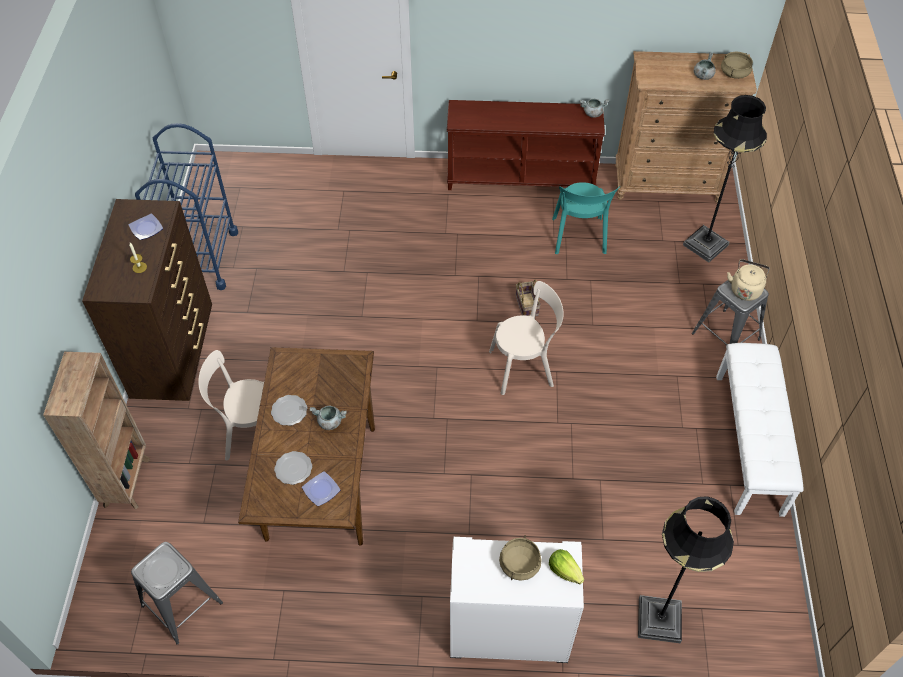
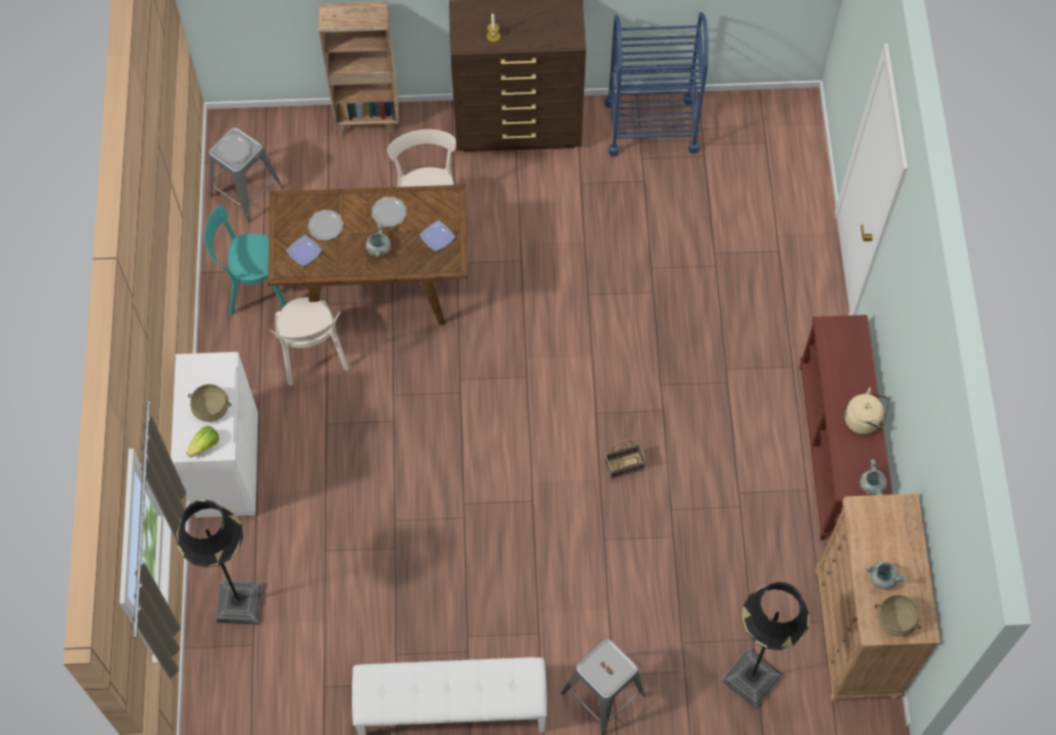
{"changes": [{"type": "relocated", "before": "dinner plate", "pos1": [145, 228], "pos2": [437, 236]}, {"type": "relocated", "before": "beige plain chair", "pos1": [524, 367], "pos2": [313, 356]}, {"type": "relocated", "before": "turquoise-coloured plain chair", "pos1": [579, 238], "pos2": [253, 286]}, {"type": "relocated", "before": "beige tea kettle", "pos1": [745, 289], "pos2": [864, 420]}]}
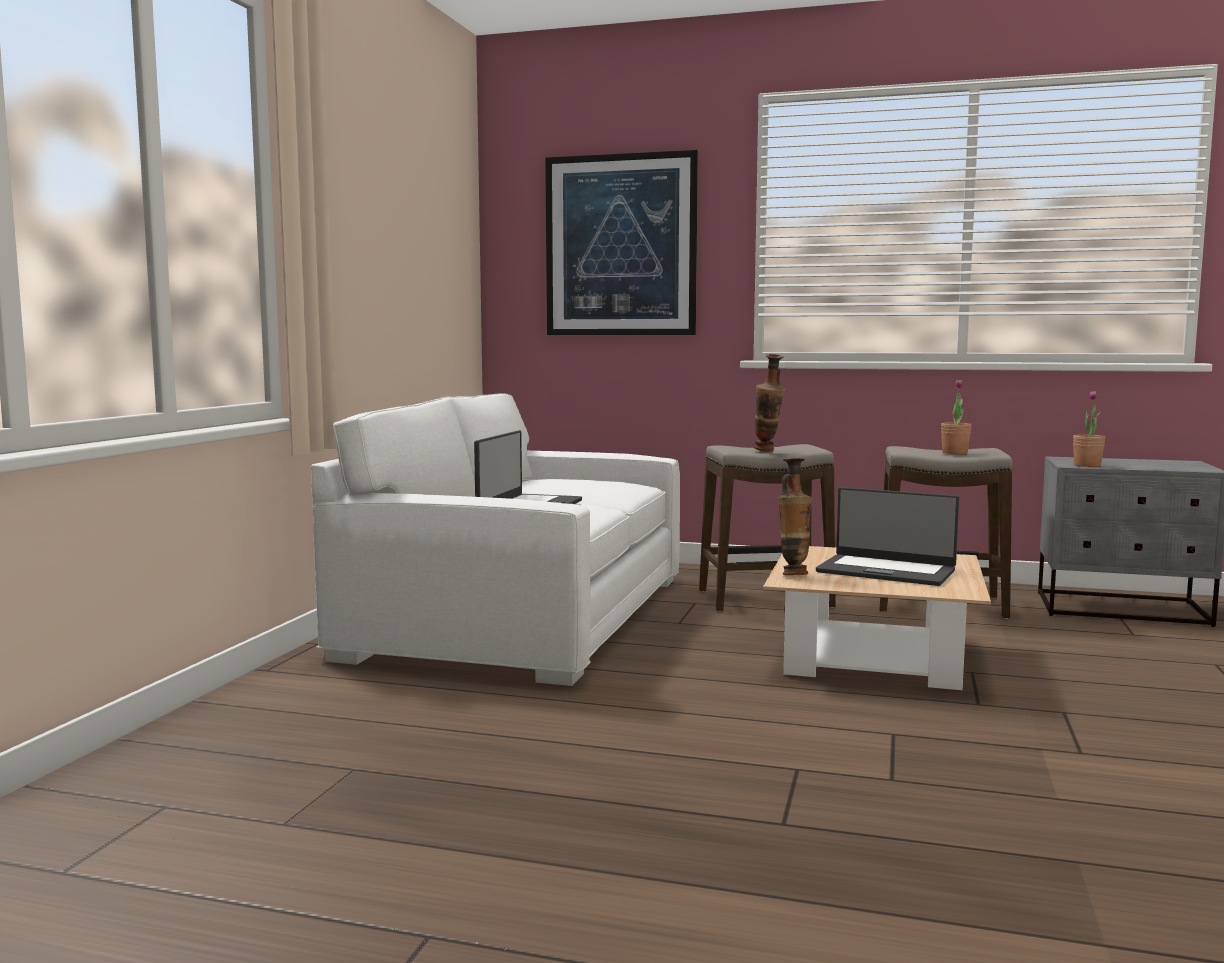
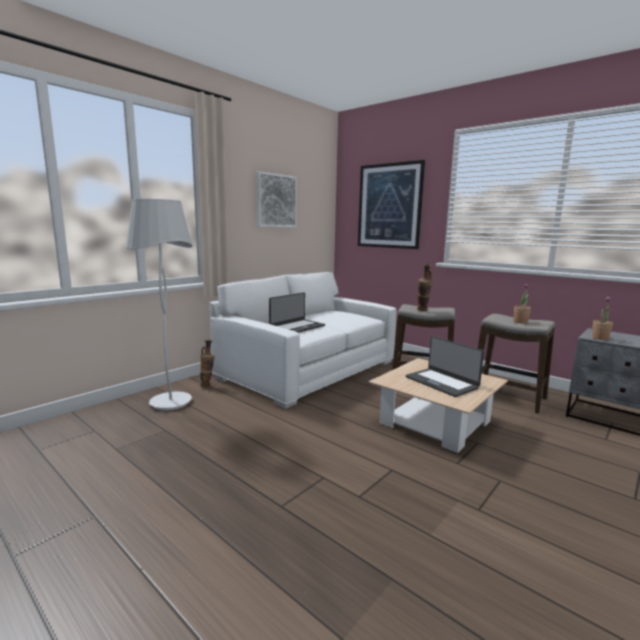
{"changes": [{"type": "relocated", "before": "vase", "pos1": [793, 574], "pos2": [207, 386]}, {"type": "appeared", "after": "white-coloured floor lamp", "pos2": [170, 402]}, {"type": "appeared", "after": "picture", "pos2": [276, 201]}]}
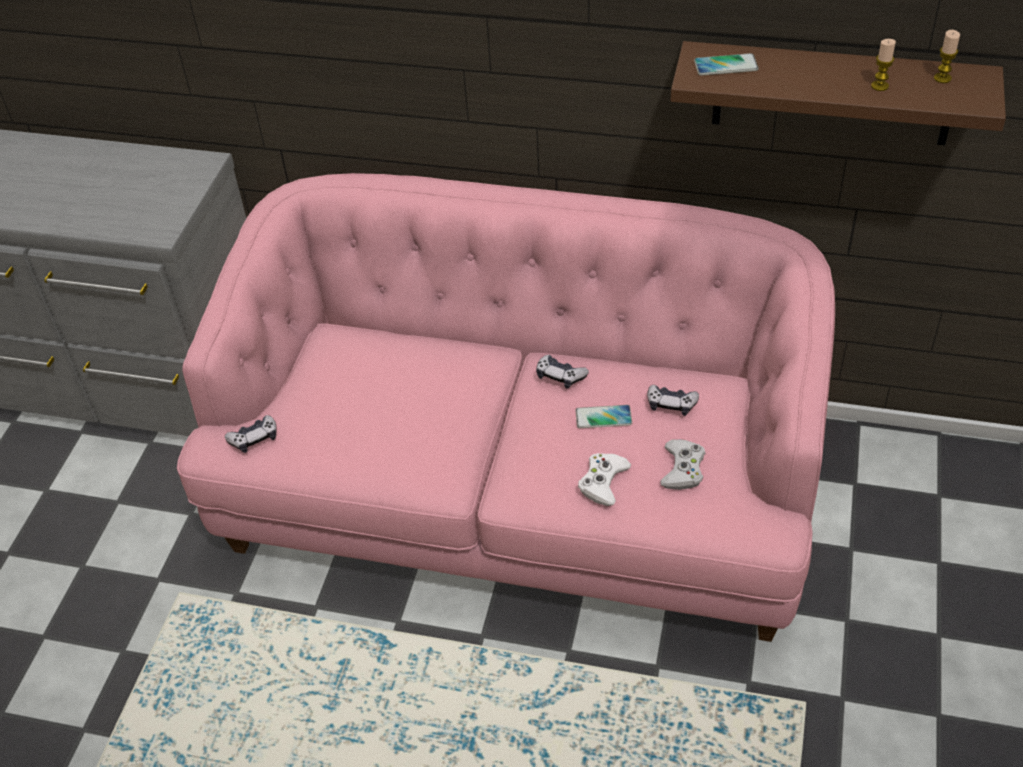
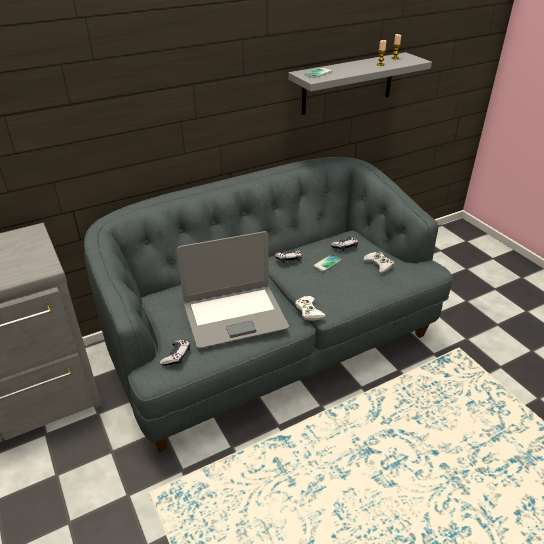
{"changes": [{"type": "colour", "before": "pinkish sofa", "after": "grey sofa", "pos1": [520, 497], "pos2": [272, 344]}, {"type": "relocated", "before": "white-coloured game controller", "pos1": [603, 482], "pos2": [309, 311]}, {"type": "colour", "before": "brownish bracket shelf", "after": "grey bracket shelf", "pos1": [832, 93], "pos2": [348, 83]}, {"type": "appeared", "after": "notebook computer", "pos2": [234, 316]}]}
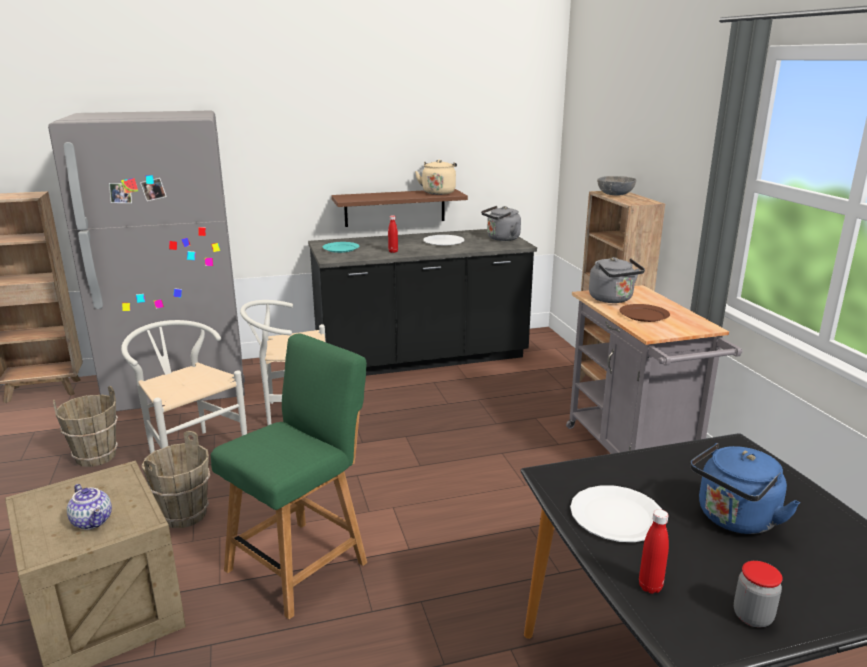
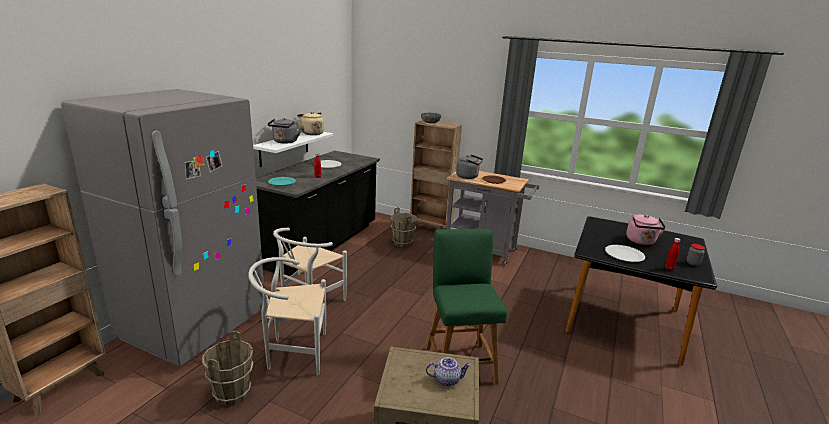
{"changes": [{"type": "relocated", "before": "brownish bucket", "pos1": [185, 515], "pos2": [402, 243]}, {"type": "colour", "before": "brownish bracket shelf", "after": "white-coloured bracket shelf", "pos1": [395, 207], "pos2": [284, 148]}, {"type": "relocated", "before": "grey tea kettle", "pos1": [501, 239], "pos2": [284, 142]}, {"type": "colour", "before": "blue tea kettle", "after": "pinkish tea kettle", "pos1": [734, 519], "pos2": [641, 241]}]}
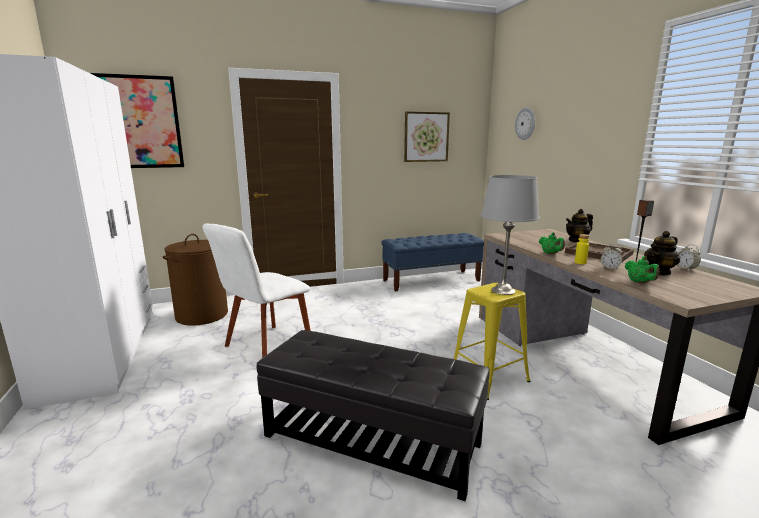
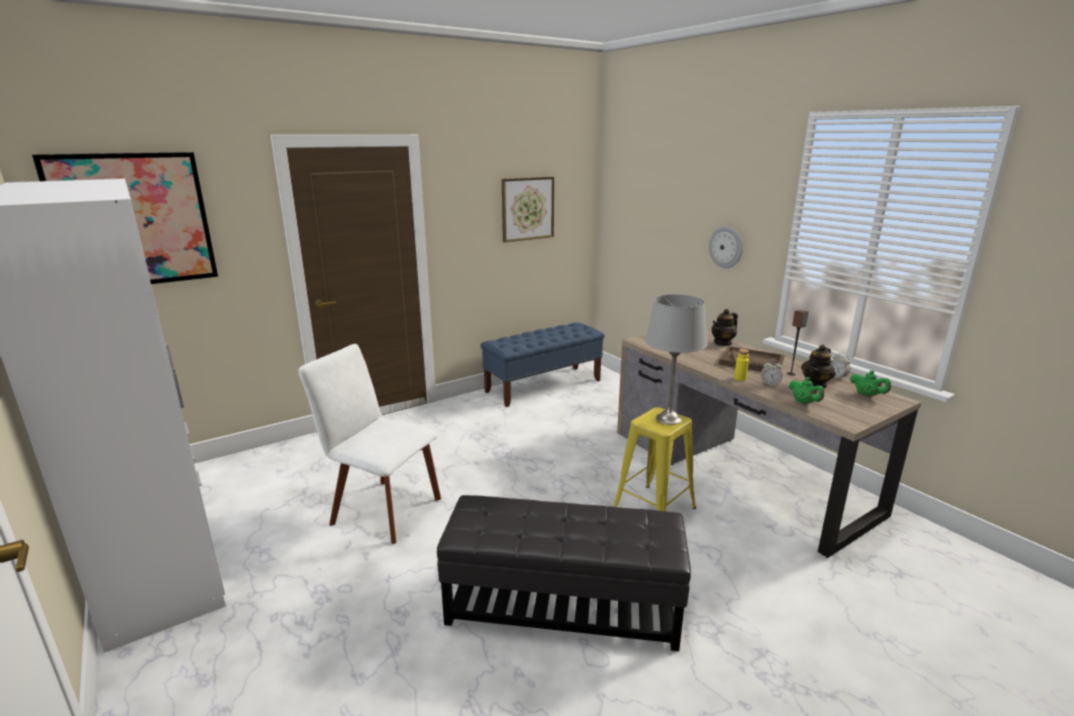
{"changes": [{"type": "missing", "before": "brownish laundry basket", "pos1": [202, 315]}, {"type": "spun", "before": "white-coloured plain chair", "pos1": [265, 346], "pos2": [382, 509], "turn": 90}, {"type": "relocated", "before": "clock on the wall", "pos1": [525, 124], "pos2": [726, 247]}, {"type": "relocated", "before": "green pot for tea", "pos1": [550, 253], "pos2": [867, 395]}]}
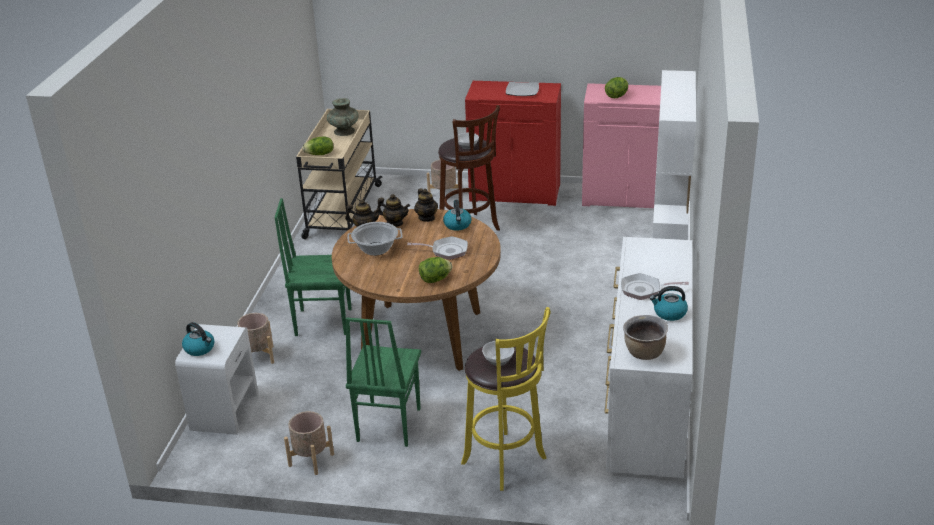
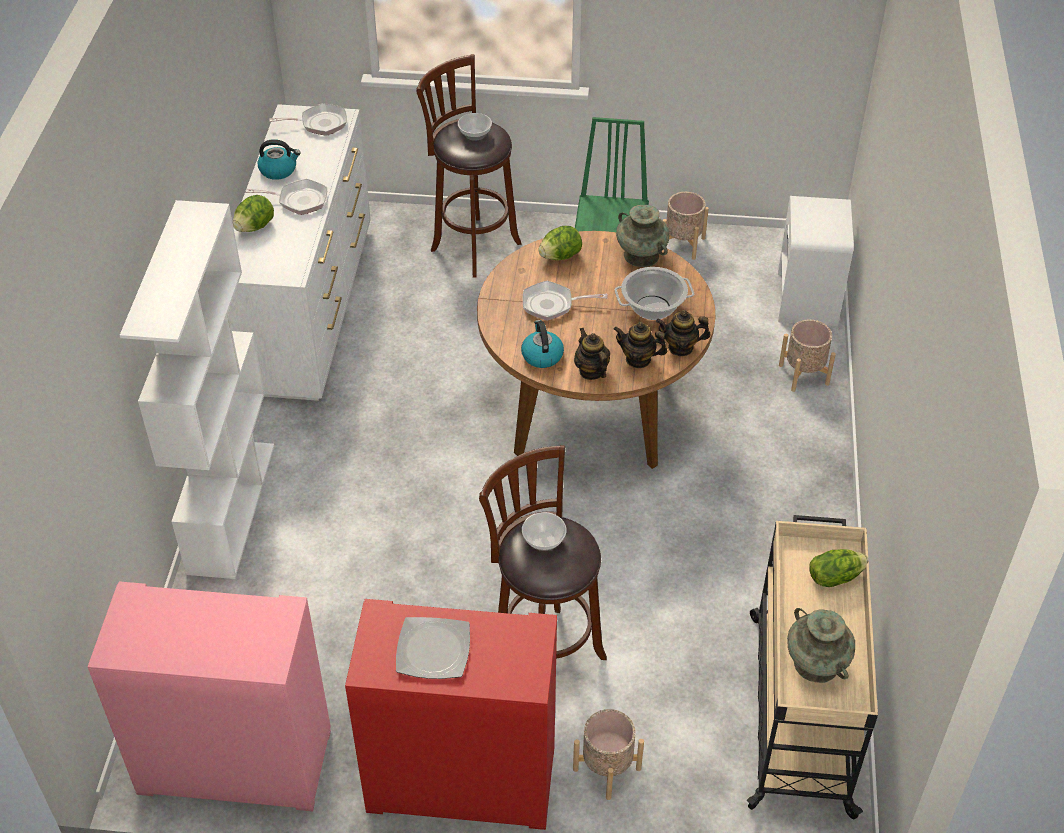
{"changes": [{"type": "missing", "before": "tea kettle", "pos1": [200, 348]}, {"type": "missing", "before": "green plain chair", "pos1": [323, 321]}, {"type": "colour", "before": "yellow sitting stool", "after": "brownish sitting stool", "pos1": [507, 462], "pos2": [472, 244]}, {"type": "relocated", "before": "head of lettuce", "pos1": [616, 96], "pos2": [255, 227]}, {"type": "exchanged", "before": "brownish cooking pot", "after": "pan", "pos1": [644, 353], "pos2": [320, 123]}, {"type": "appeared", "after": "turquoise-coloured vase", "pos2": [641, 255]}]}
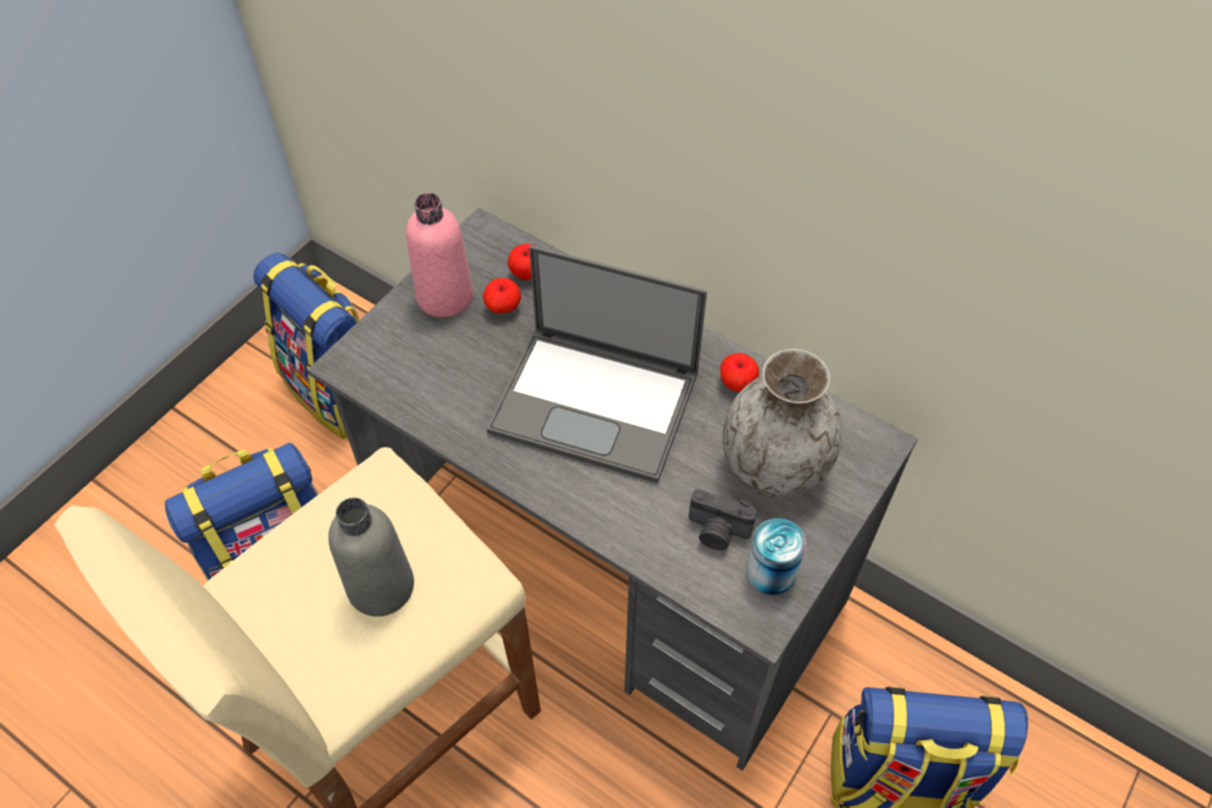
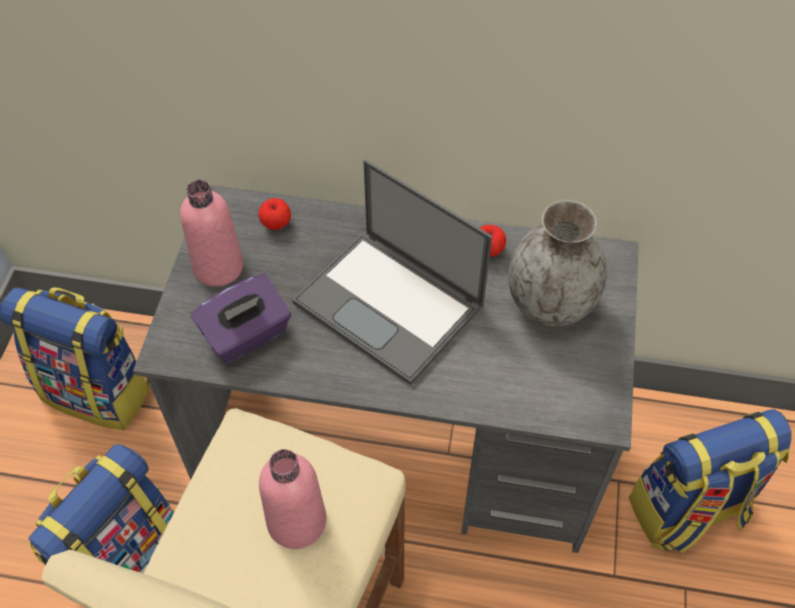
{"changes": [{"type": "colour", "before": "grey drink bottle", "after": "pinkish drink bottle", "pos1": [381, 587], "pos2": [296, 521]}, {"type": "missing", "before": "apple", "pos1": [503, 307]}, {"type": "spun", "before": "notebook computer", "pos1": [597, 402], "pos2": [391, 305], "turn": 45}, {"type": "missing", "before": "still camera", "pos1": [717, 531]}, {"type": "missing", "before": "sealed can", "pos1": [771, 572]}, {"type": "appeared", "after": "purple box of tissues", "pos2": [246, 335]}]}
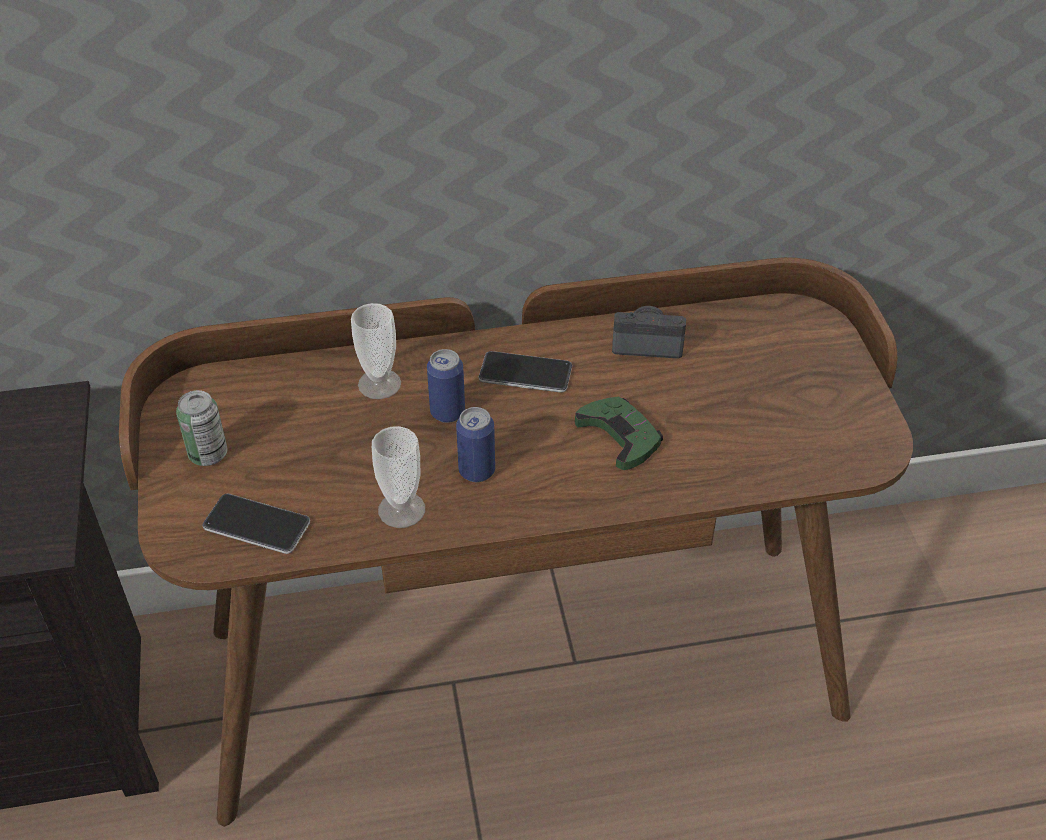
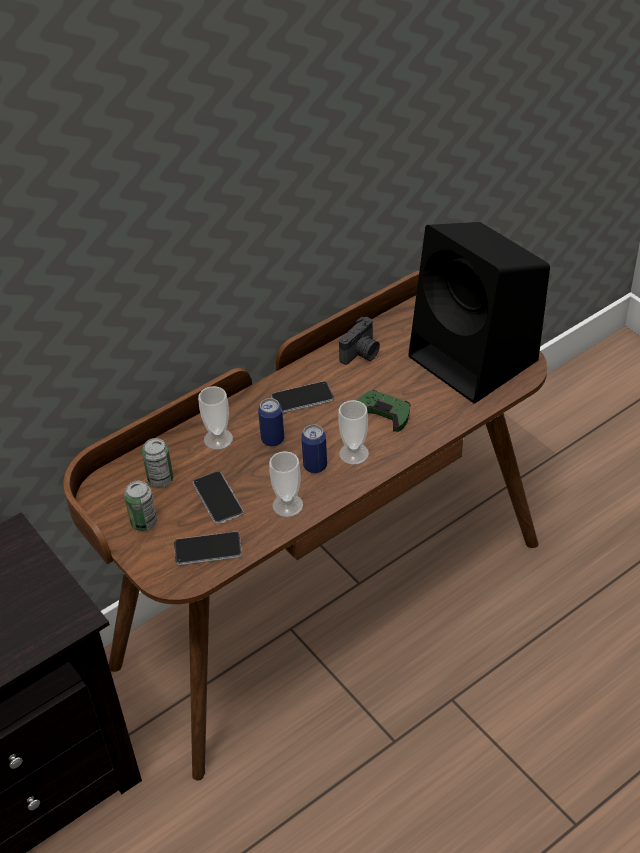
{"changes": [{"type": "spun", "before": "still camera", "pos1": [647, 344], "pos2": [361, 353], "turn": 150}, {"type": "appeared", "after": "sealed can", "pos2": [160, 479]}, {"type": "appeared", "after": "phone", "pos2": [218, 498]}, {"type": "appeared", "after": "drinking cup", "pos2": [354, 453]}, {"type": "appeared", "after": "blackish audio speaker", "pos2": [476, 360]}]}
